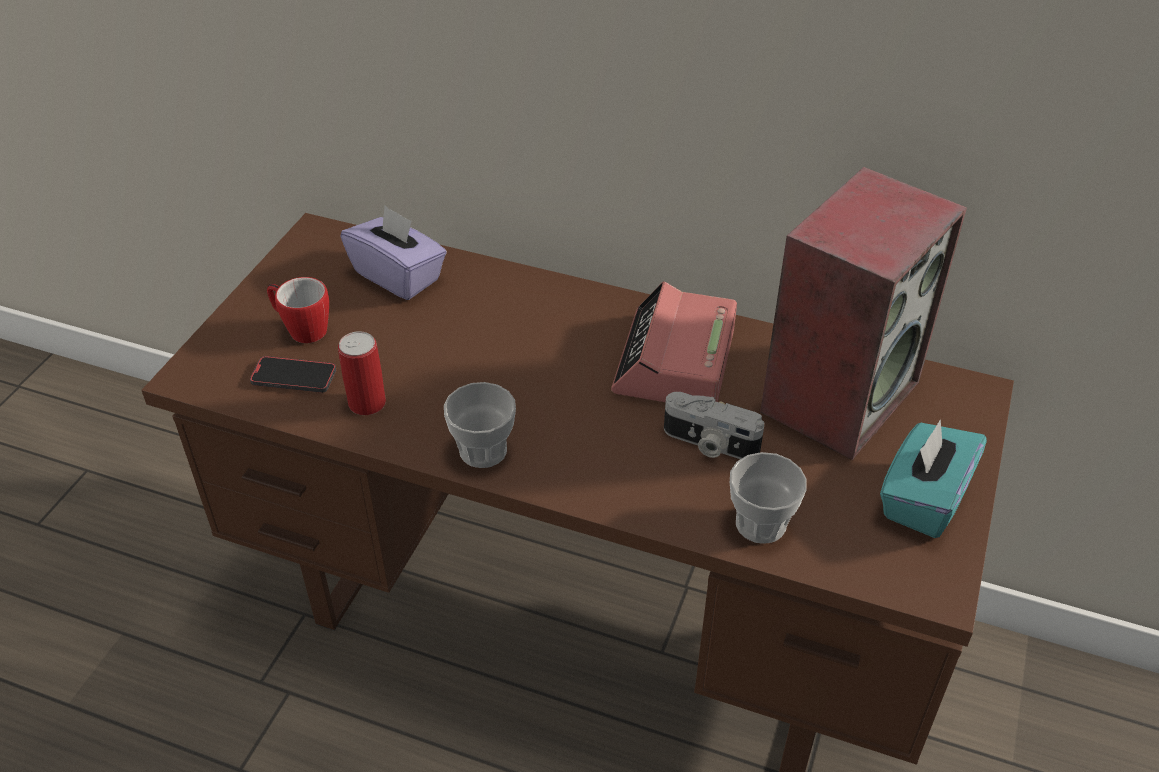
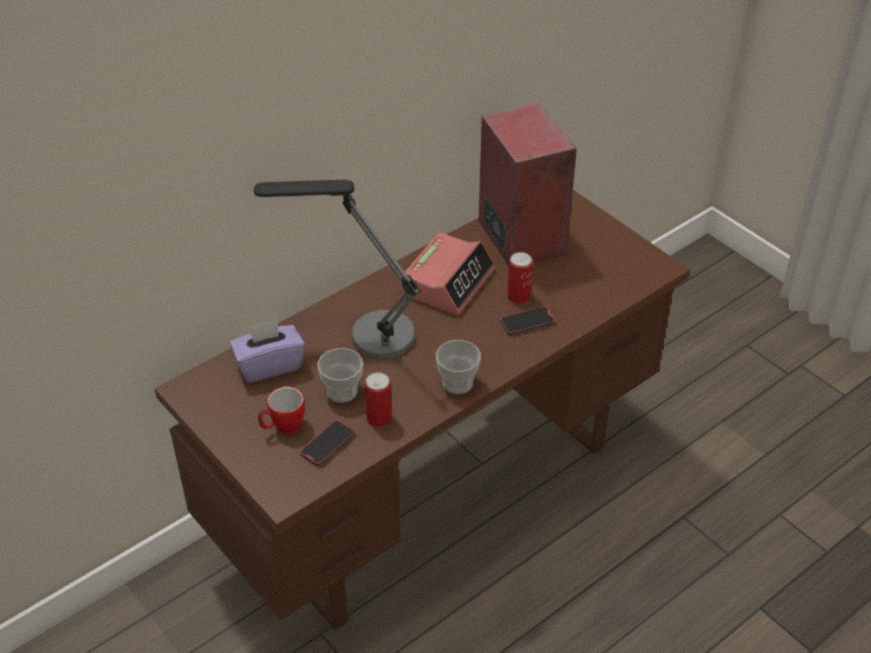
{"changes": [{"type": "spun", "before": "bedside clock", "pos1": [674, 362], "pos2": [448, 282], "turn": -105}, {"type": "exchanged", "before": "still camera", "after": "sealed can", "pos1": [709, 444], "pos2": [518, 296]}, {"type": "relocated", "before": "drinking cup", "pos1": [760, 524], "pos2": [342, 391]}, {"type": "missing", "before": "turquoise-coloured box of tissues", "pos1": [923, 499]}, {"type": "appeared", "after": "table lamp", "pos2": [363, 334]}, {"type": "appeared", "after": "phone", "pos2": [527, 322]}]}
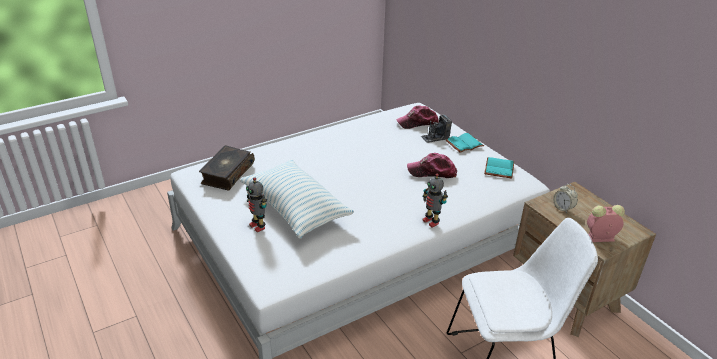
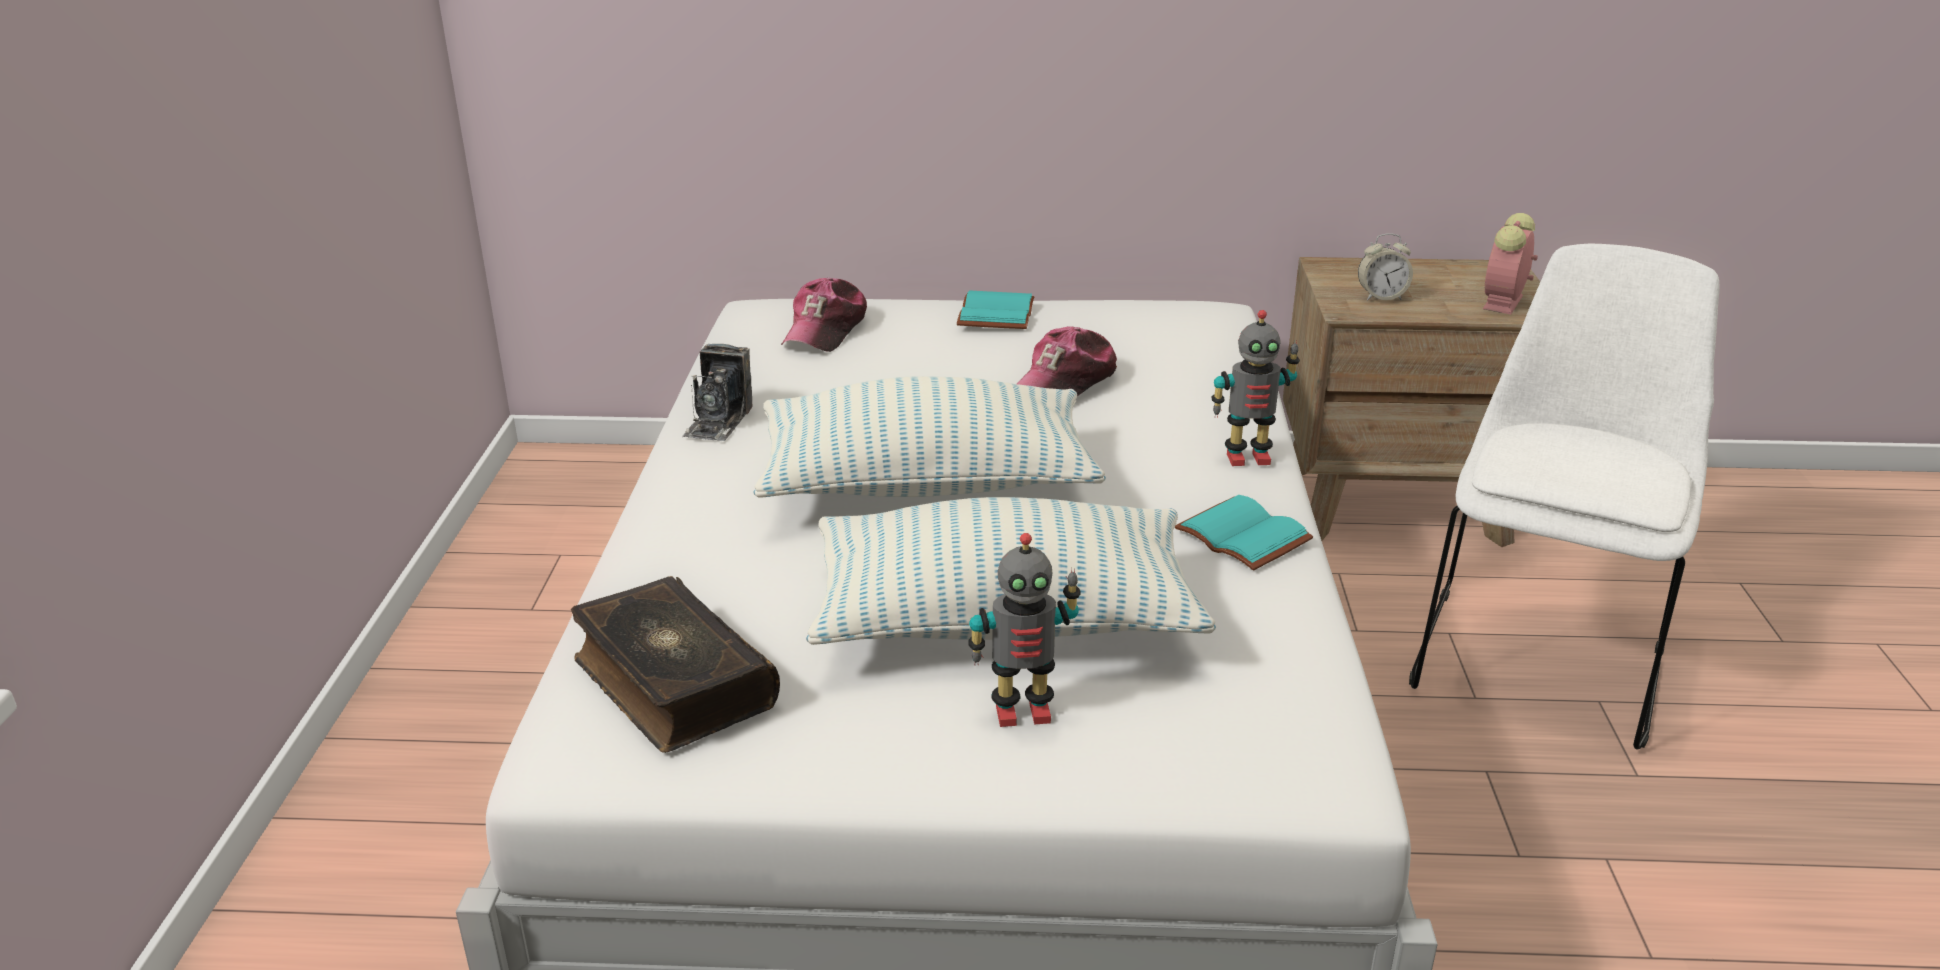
{"changes": [{"type": "relocated", "before": "still camera", "pos1": [435, 137], "pos2": [718, 421]}, {"type": "relocated", "before": "turquoise-coloured volume", "pos1": [498, 168], "pos2": [1239, 536]}, {"type": "appeared", "after": "throw pillow", "pos2": [927, 483]}]}
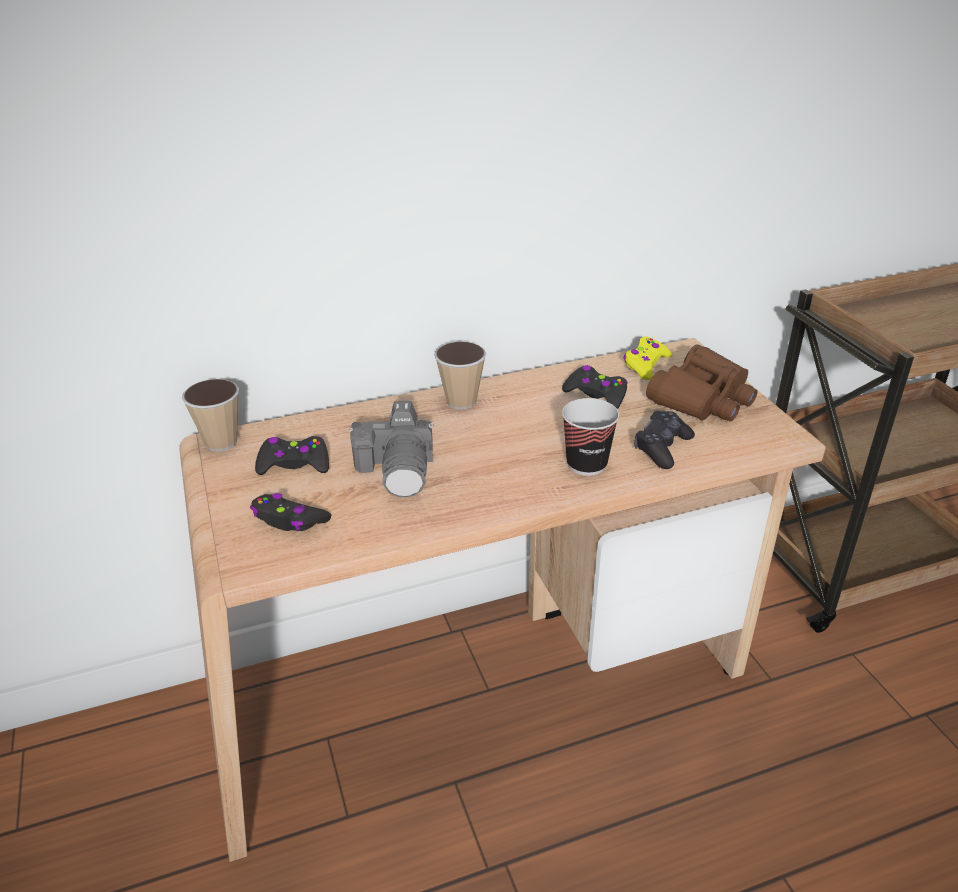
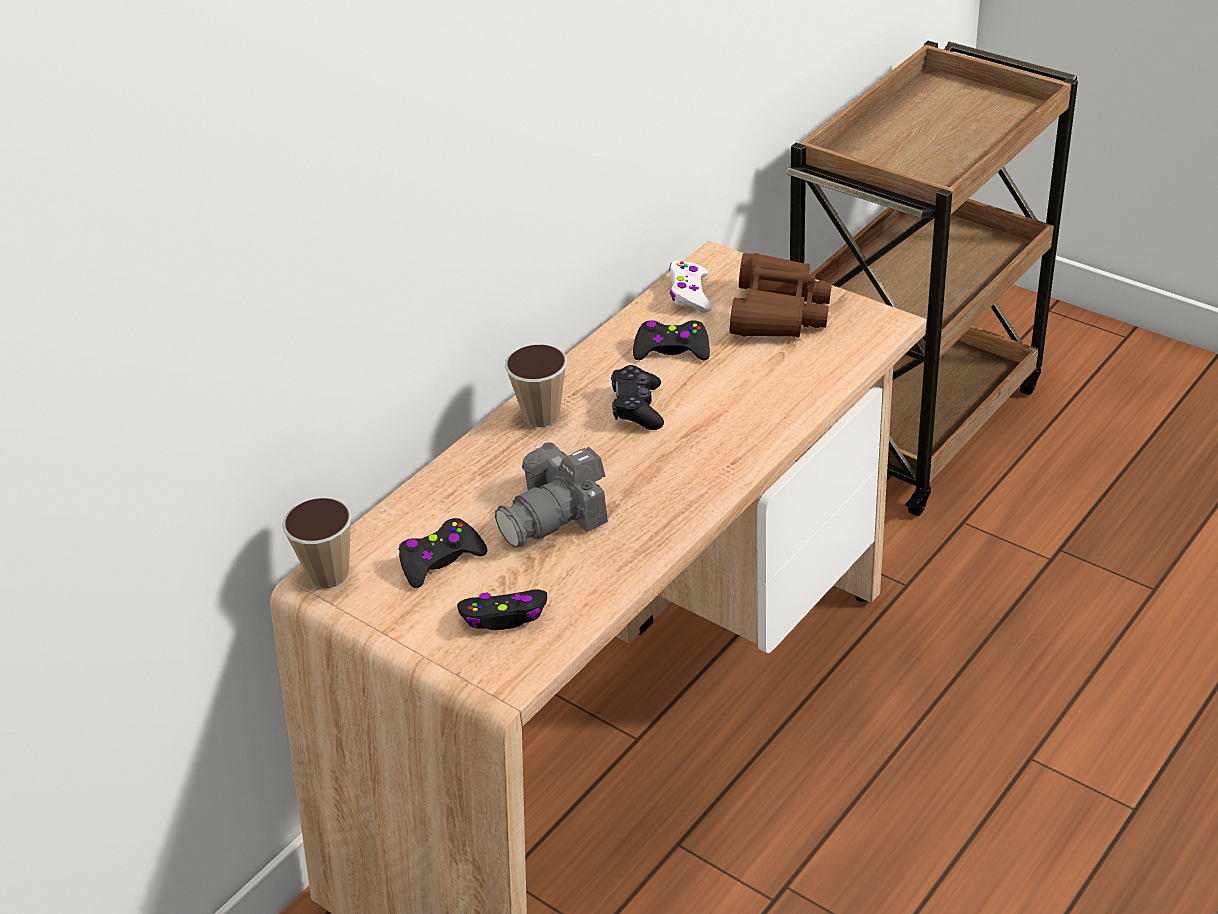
{"changes": [{"type": "spun", "before": "still camera", "pos1": [398, 469], "pos2": [556, 516], "turn": 90}, {"type": "missing", "before": "drinking cup", "pos1": [586, 464]}, {"type": "colour", "before": "yellow game controller", "after": "white-coloured game controller", "pos1": [645, 365], "pos2": [690, 294]}, {"type": "relocated", "before": "blackish game controller", "pos1": [662, 448], "pos2": [637, 408]}]}
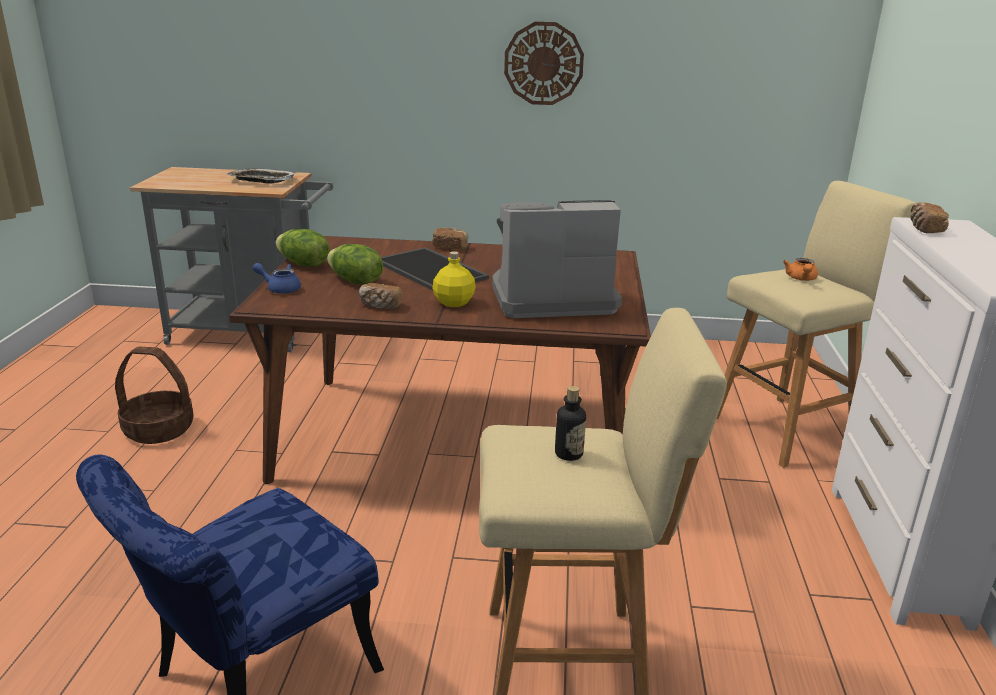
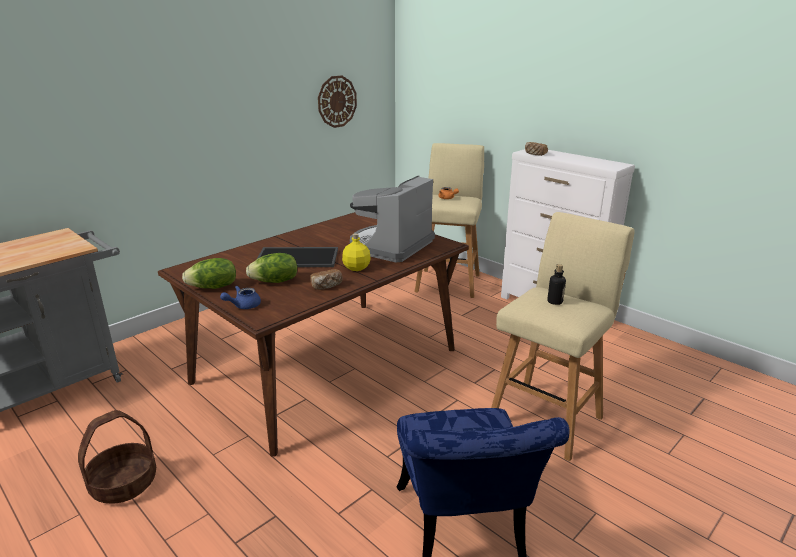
{"changes": [{"type": "missing", "before": "tray", "pos1": [262, 180]}, {"type": "missing", "before": "baked bread", "pos1": [450, 247]}, {"type": "relocated", "before": "clock on the wall", "pos1": [543, 63], "pos2": [337, 101]}]}
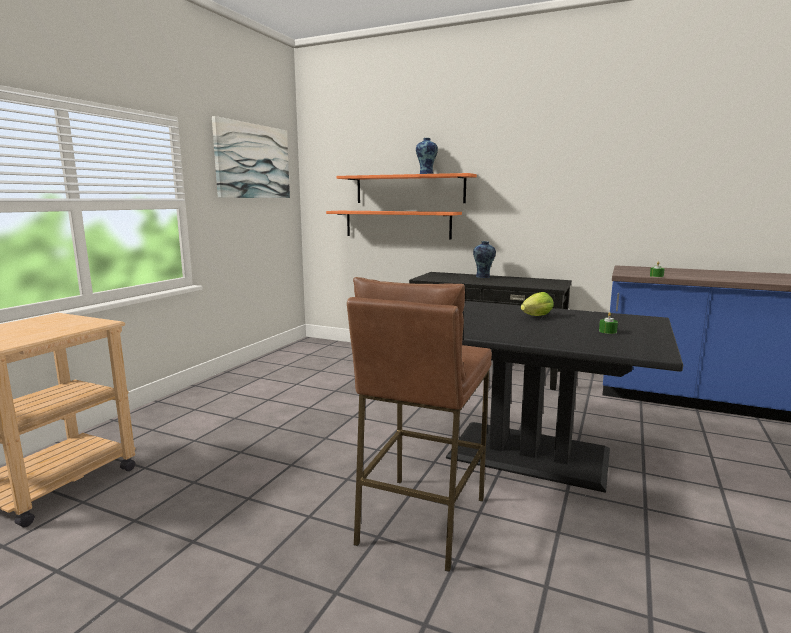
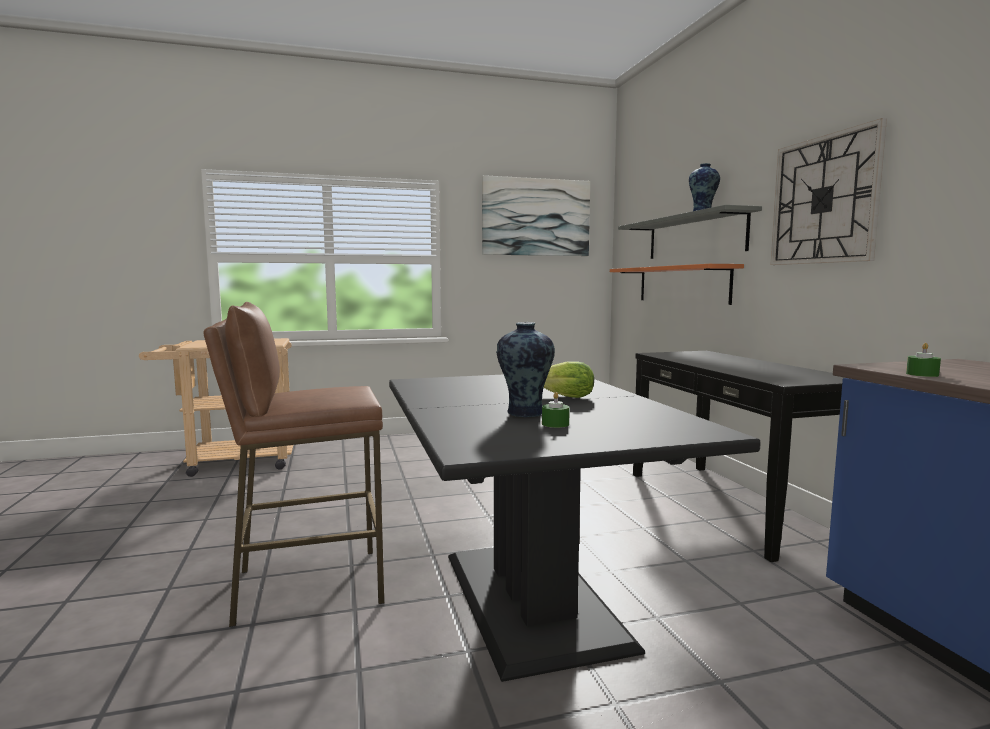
{"changes": [{"type": "colour", "before": "orange bracket shelf", "after": "grey bracket shelf", "pos1": [409, 189], "pos2": [694, 236]}, {"type": "relocated", "before": "vase", "pos1": [483, 277], "pos2": [524, 413]}, {"type": "appeared", "after": "clock on the wall", "pos2": [824, 200]}]}
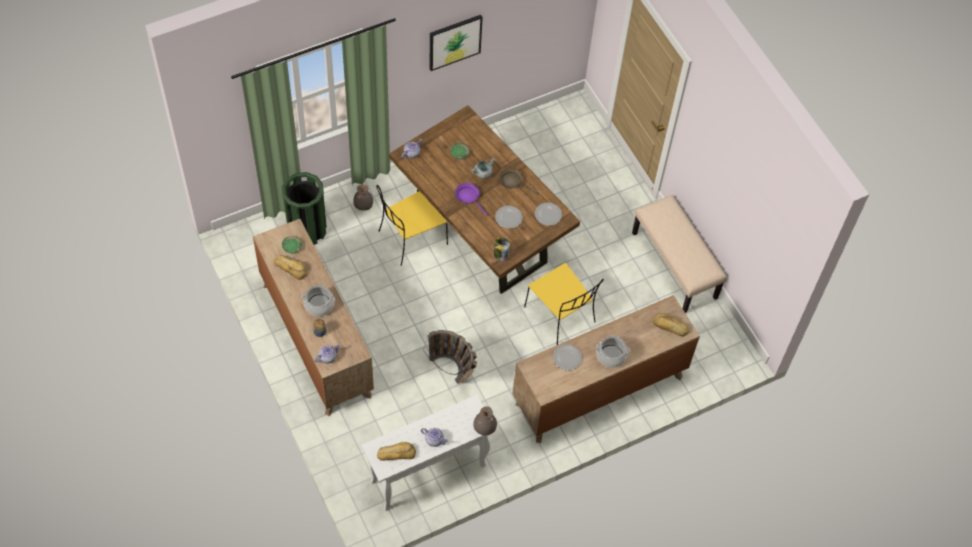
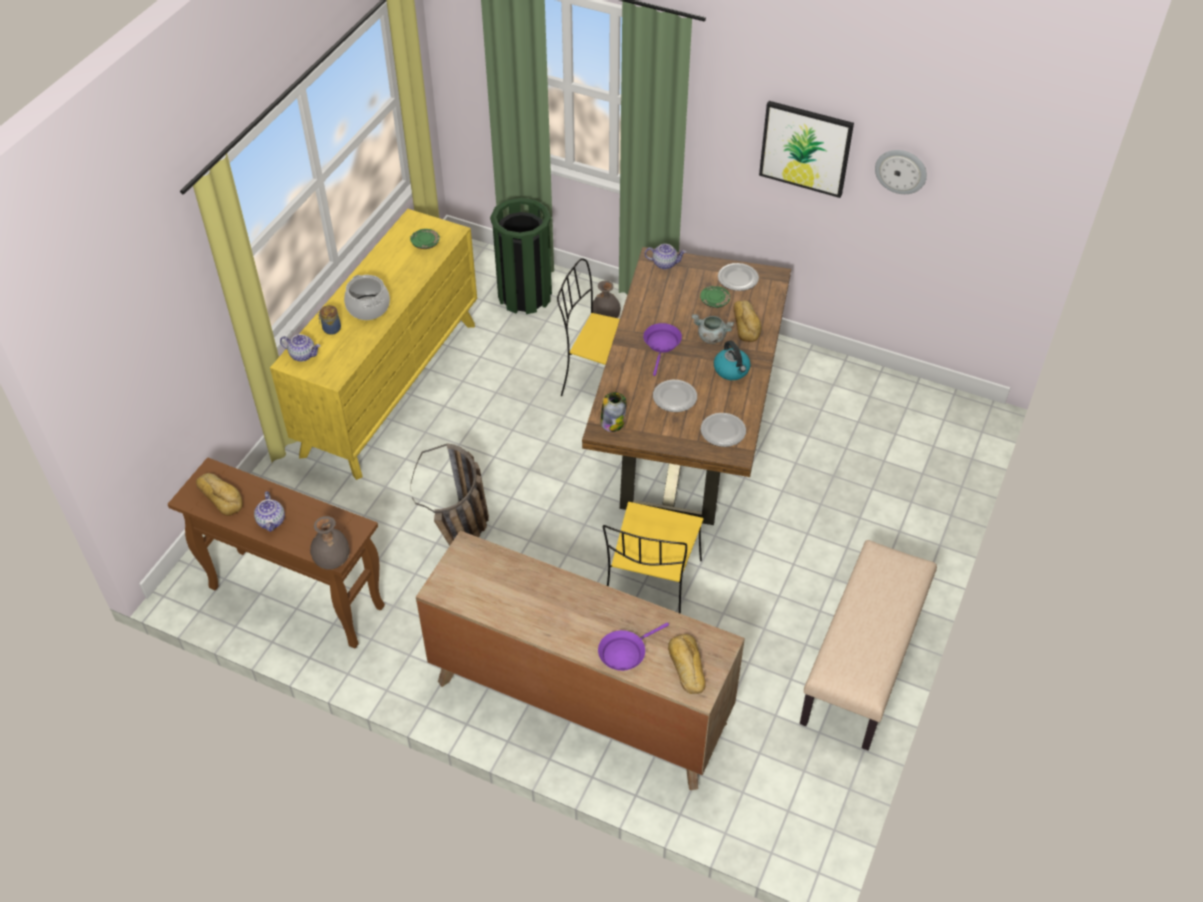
{"changes": [{"type": "colour", "before": "brownish dresser", "after": "yellow dresser", "pos1": [316, 339], "pos2": [390, 386]}, {"type": "relocated", "before": "baked bread", "pos1": [291, 268], "pos2": [746, 324]}, {"type": "colour", "before": "white-coloured narrow table", "after": "brownish narrow table", "pos1": [427, 474], "pos2": [295, 597]}, {"type": "exchanged", "before": "brownish pan", "after": "tea kettle", "pos1": [513, 182], "pos2": [732, 370]}, {"type": "relocated", "before": "dinner plate", "pos1": [567, 357], "pos2": [738, 278]}, {"type": "missing", "before": "cooking pot", "pos1": [611, 356]}, {"type": "appeared", "after": "purple pan", "pos2": [625, 652]}, {"type": "appeared", "after": "clock on the wall", "pos2": [901, 171]}]}
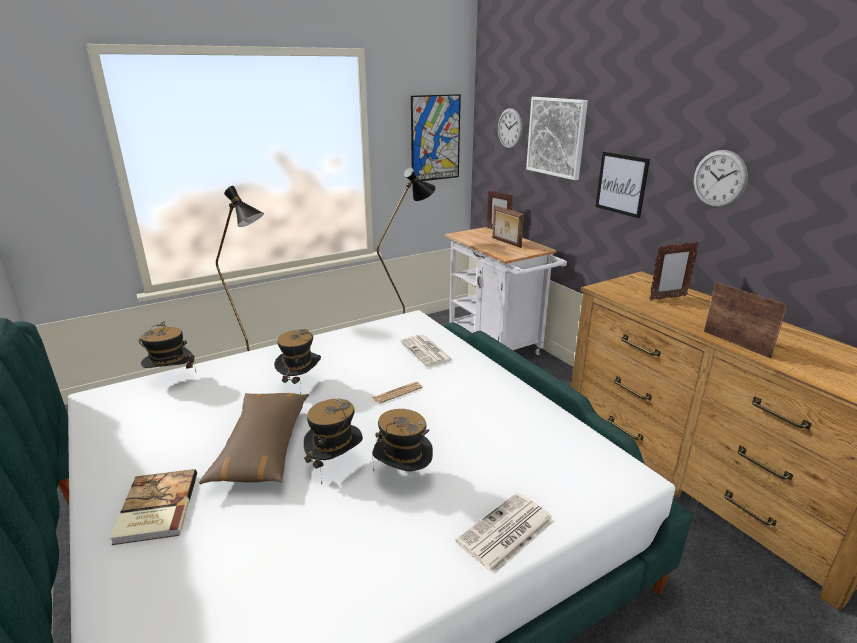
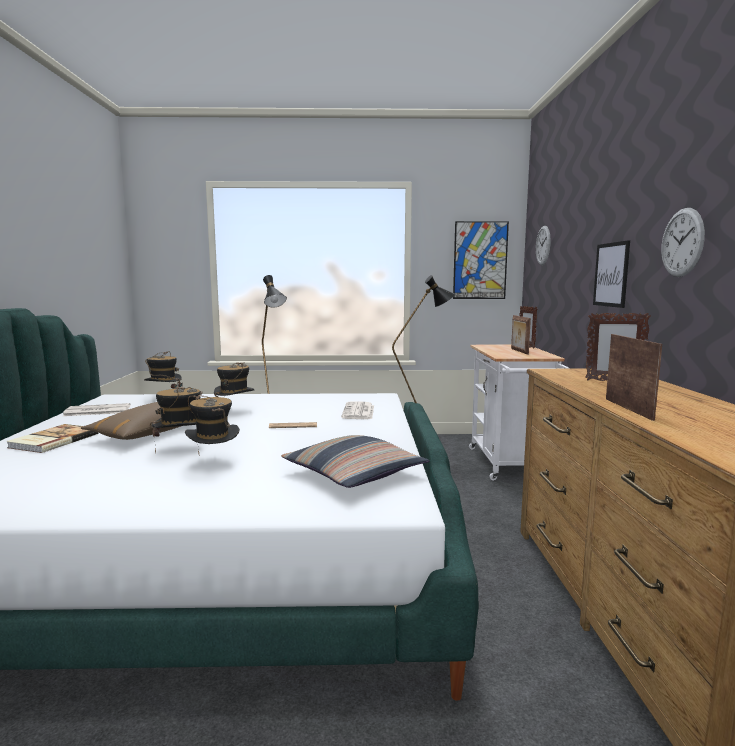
{"changes": [{"type": "relocated", "before": "newspaper", "pos1": [505, 533], "pos2": [96, 411]}, {"type": "missing", "before": "picture", "pos1": [556, 137]}, {"type": "appeared", "after": "throw pillow", "pos2": [354, 474]}]}
